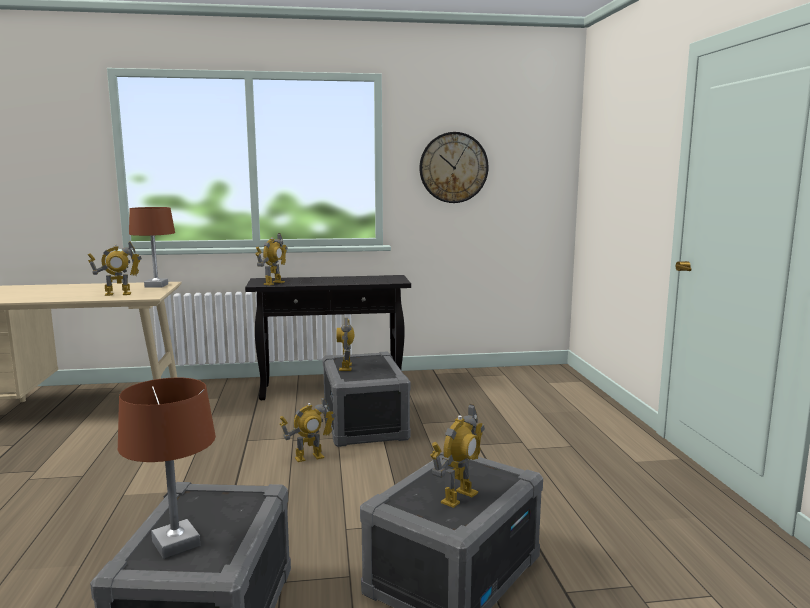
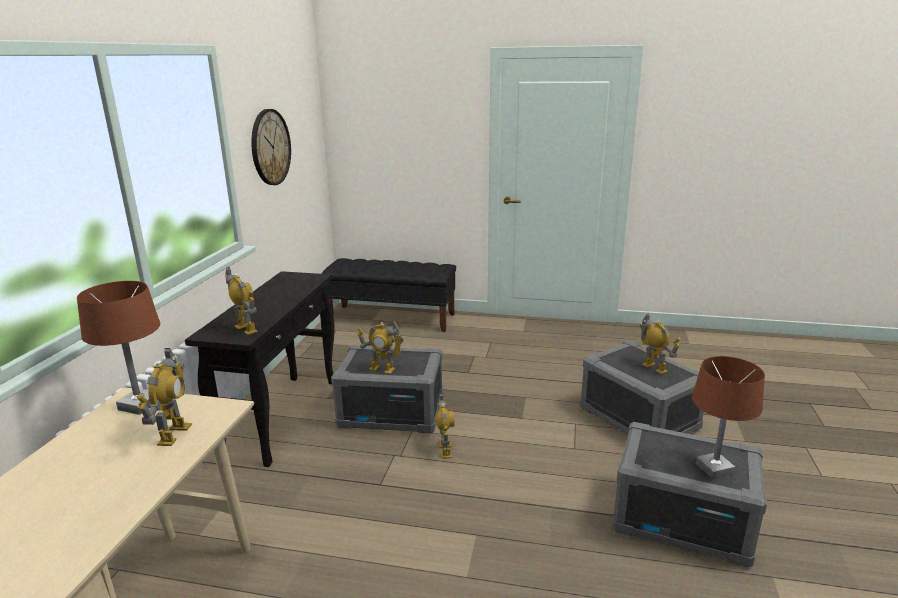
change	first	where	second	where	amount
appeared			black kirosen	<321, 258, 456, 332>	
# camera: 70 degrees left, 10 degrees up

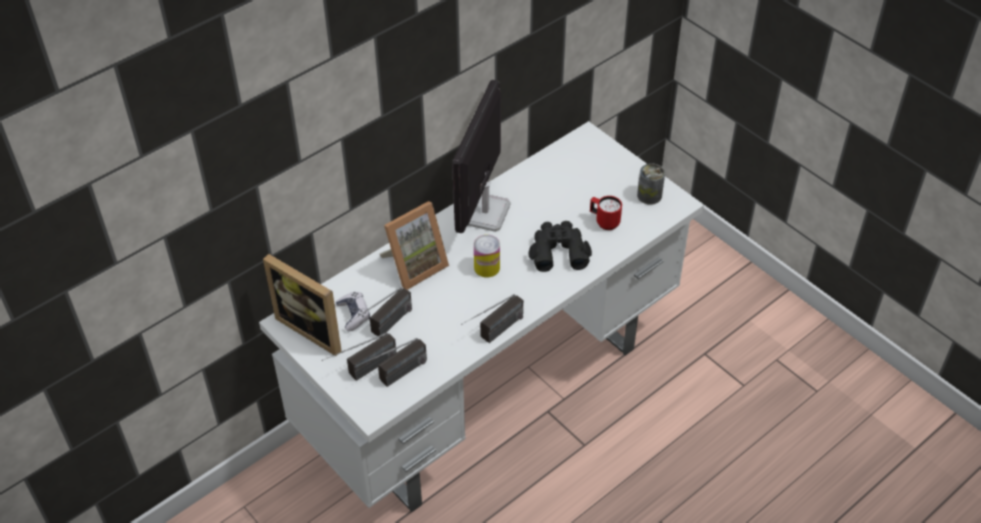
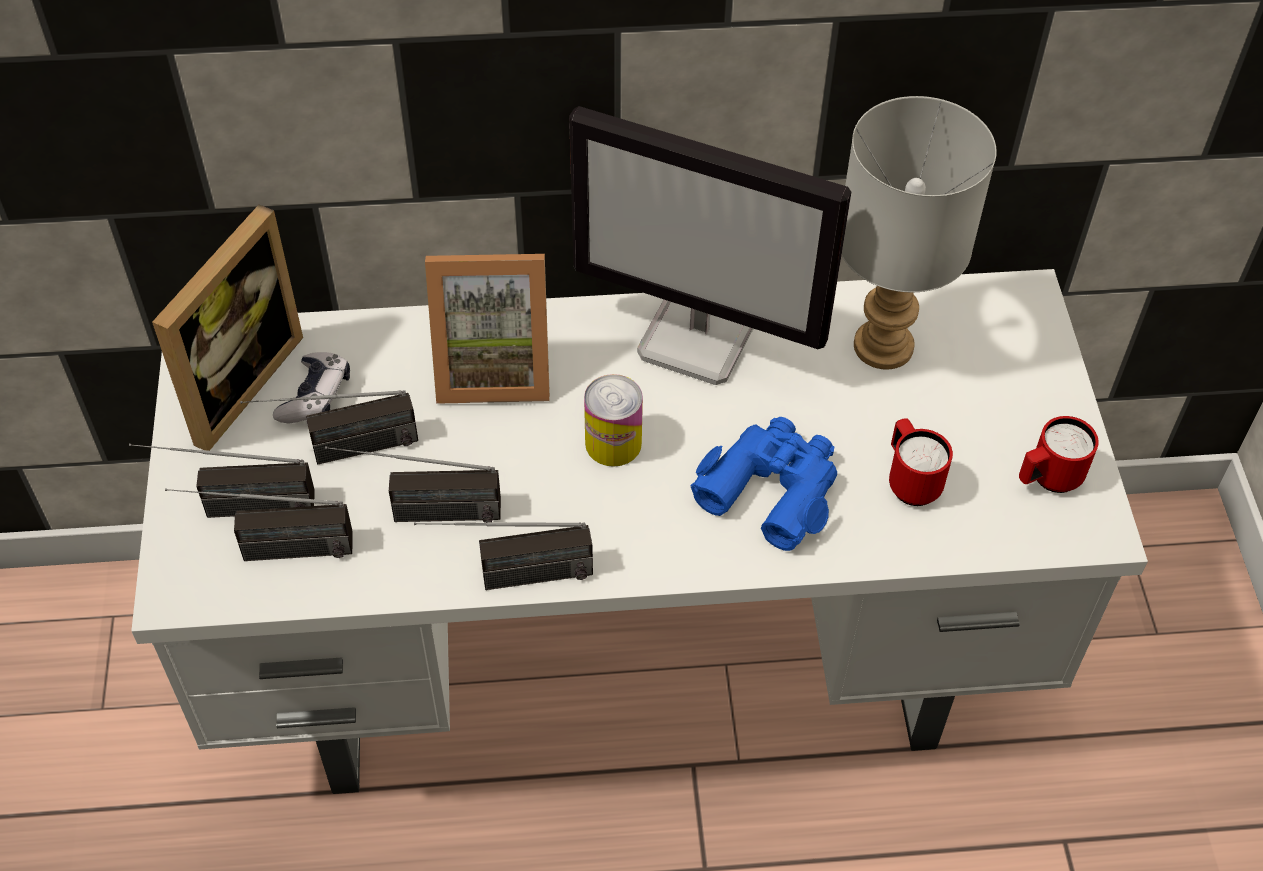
change	first	where	second	where	amount
appeared			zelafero	<325, 446, 501, 523>	
appeared			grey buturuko	<841, 96, 997, 370>	
exchanged	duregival	<637, 163, 665, 205>	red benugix	<1019, 416, 1099, 493>	
colour	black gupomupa	<528, 221, 592, 272>	blue gupomupa	<690, 417, 837, 551>	
spun	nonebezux	<263, 254, 342, 356>		<152, 205, 303, 451>	135 degrees counterclockwise
spun	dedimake	<452, 80, 511, 233>		<569, 106, 851, 385>	120 degrees counterclockwise
# camera: 35 degrees right, 5 degrees up

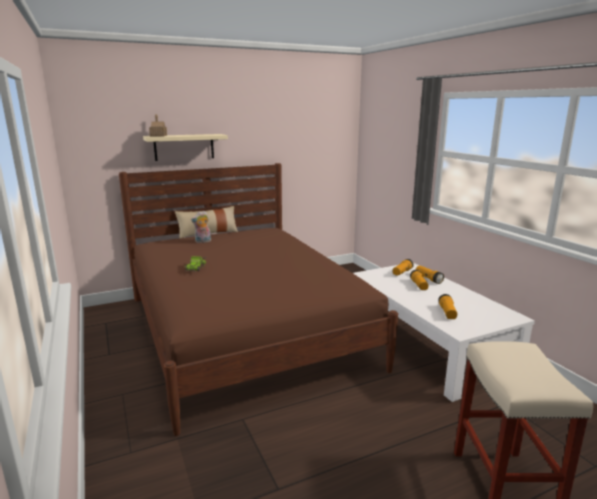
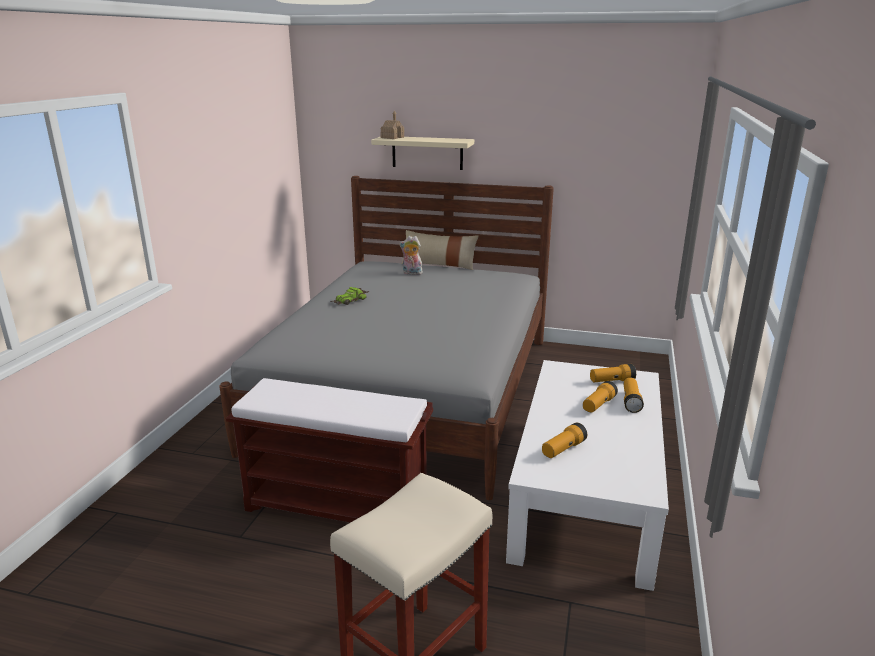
change	first	where	second	where	amount
appeared			brown kirosen	<226, 378, 433, 523>	
colour	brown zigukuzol	<119, 163, 398, 436>	grey zigukuzol	<219, 176, 554, 500>	
# camera: 40 degrees right, 5 degrees up

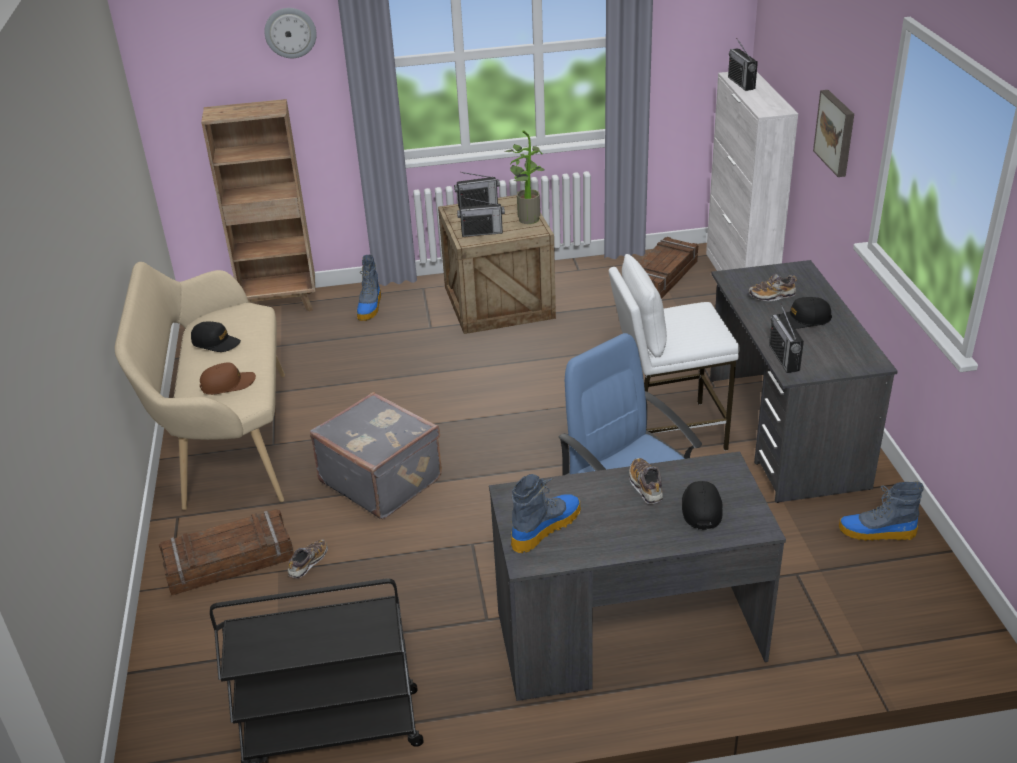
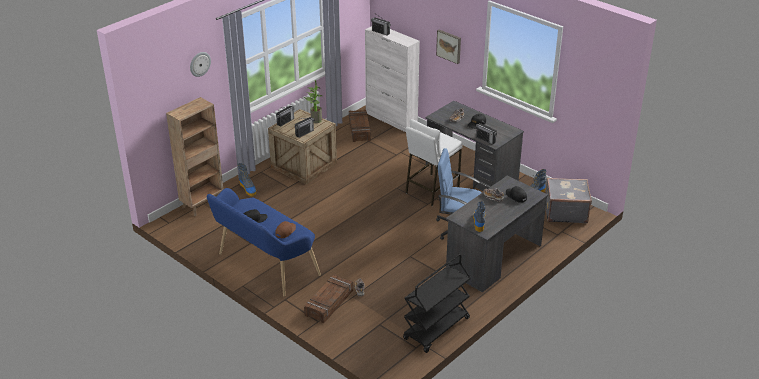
change	first	where	second	where	amount
relocated	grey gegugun	<310, 392, 442, 519>		<546, 178, 592, 223>	
colour	beige kirosen	<115, 262, 285, 510>	blue kirosen	<207, 188, 321, 296>	
# camera: 40 degrees left, 0 degrees up

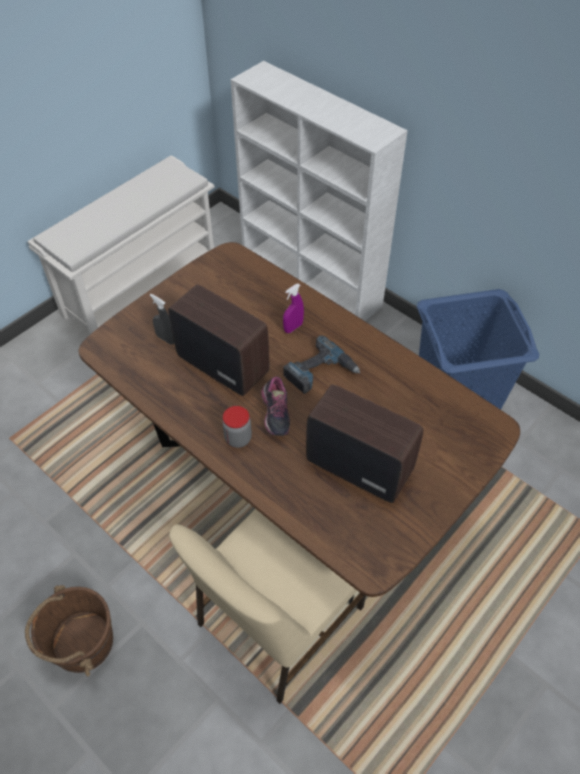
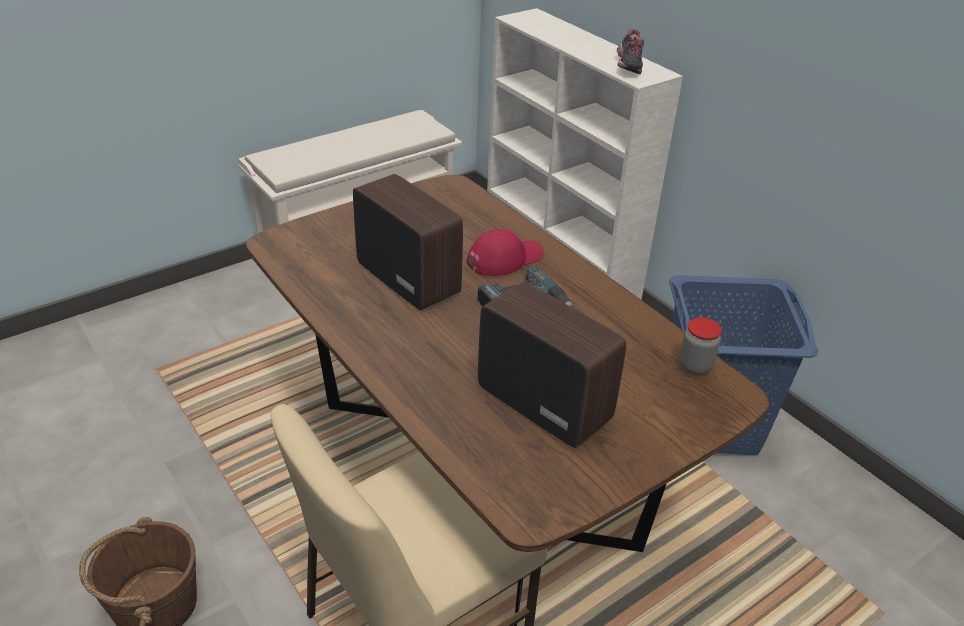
change	first	where	second	where	amount
missing	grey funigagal	<150, 294, 174, 345>			
relocated	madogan	<222, 406, 252, 448>		<679, 317, 722, 374>	
relocated	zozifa	<261, 376, 290, 436>		<617, 29, 644, 74>	
exchanged	purple funigagal	<283, 284, 304, 333>	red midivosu	<467, 229, 544, 276>	
# camera: 10 degrees right, 15 degrees down

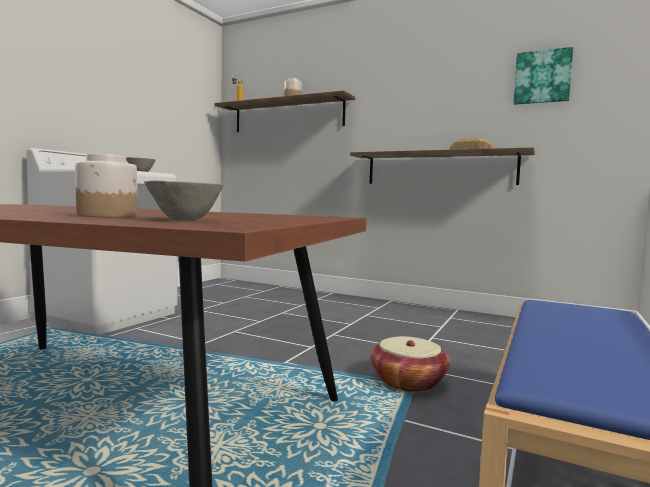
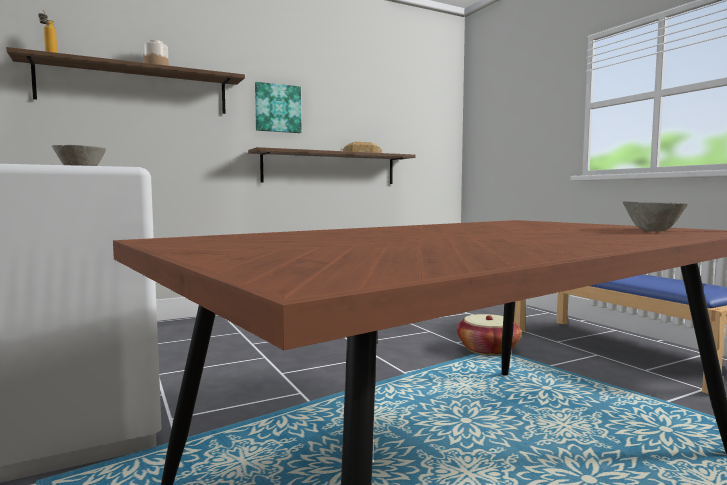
change	first	where	second	where	amount
missing	madogan	<75, 154, 137, 217>			
relocated	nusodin	<514, 47, 573, 105>		<255, 82, 301, 133>	
# camera: 55 degrees left, 0 degrees up

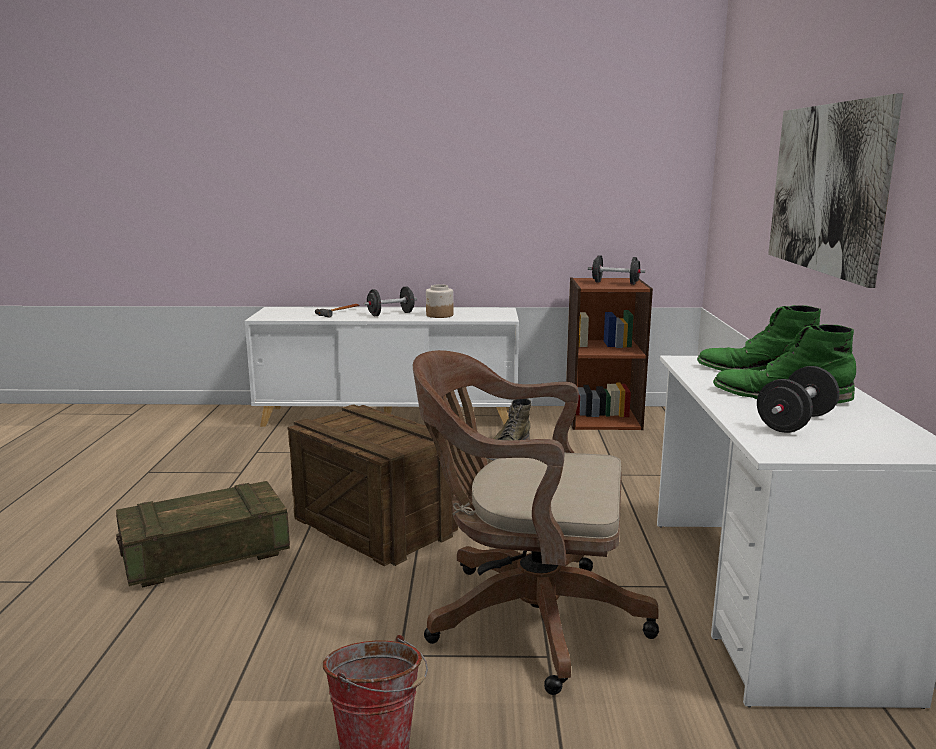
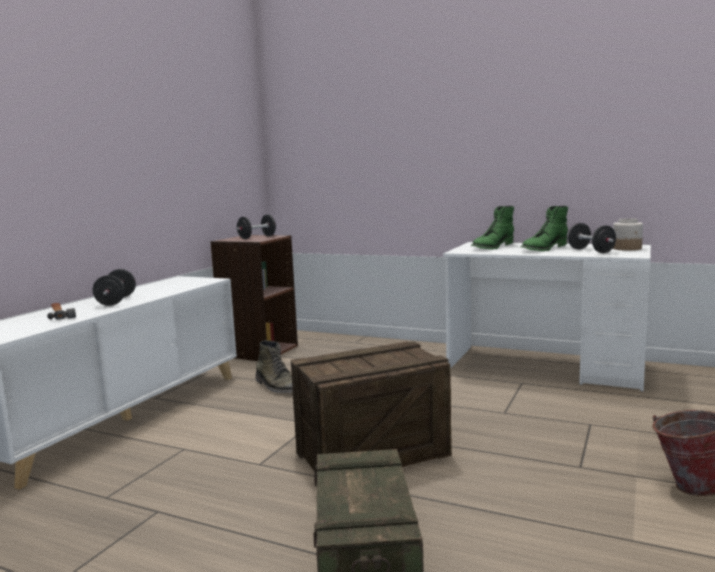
change	first	where	second	where	amount
missing	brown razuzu	<413, 350, 659, 695>			
missing	nusodin	<768, 93, 903, 288>			
relocated	madogan	<426, 284, 453, 318>		<613, 218, 643, 251>	
# camera: 65 degrees left, 5 degrees down

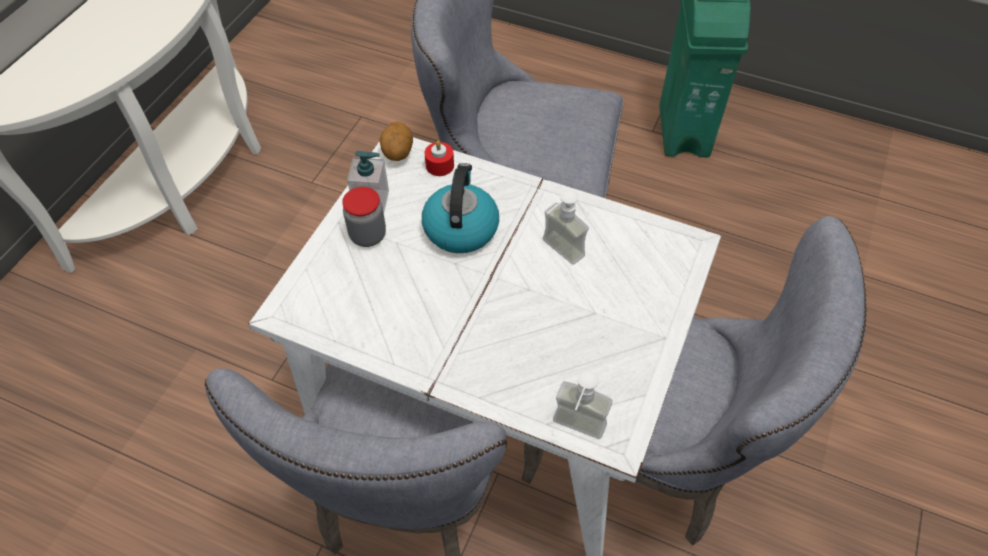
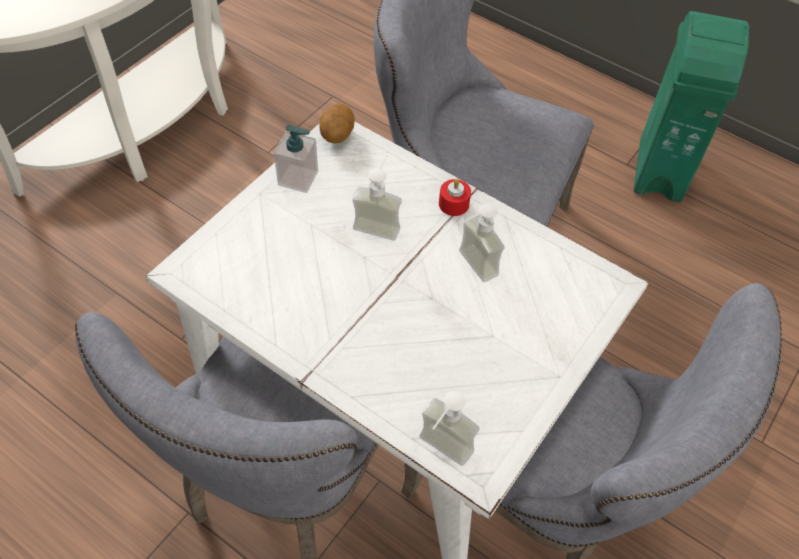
change	first	where	second	where	amount
missing	madogan	<342, 187, 386, 247>			
relocated	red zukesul	<425, 141, 454, 176>		<439, 179, 471, 216>	
exchanged	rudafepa	<422, 163, 499, 253>	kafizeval	<352, 154, 402, 241>	
# camera: 10 degrees right, 0 degrees up

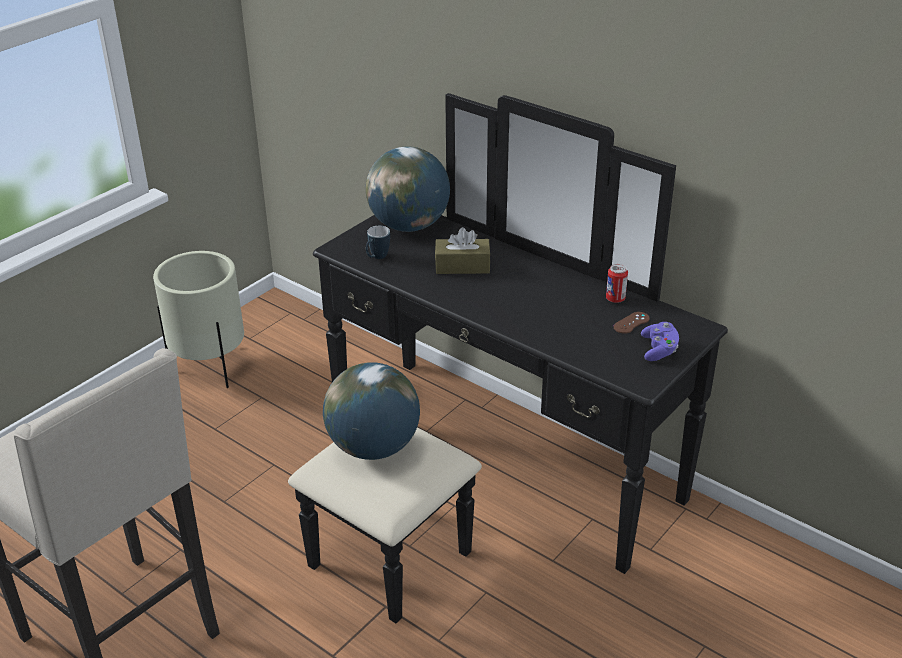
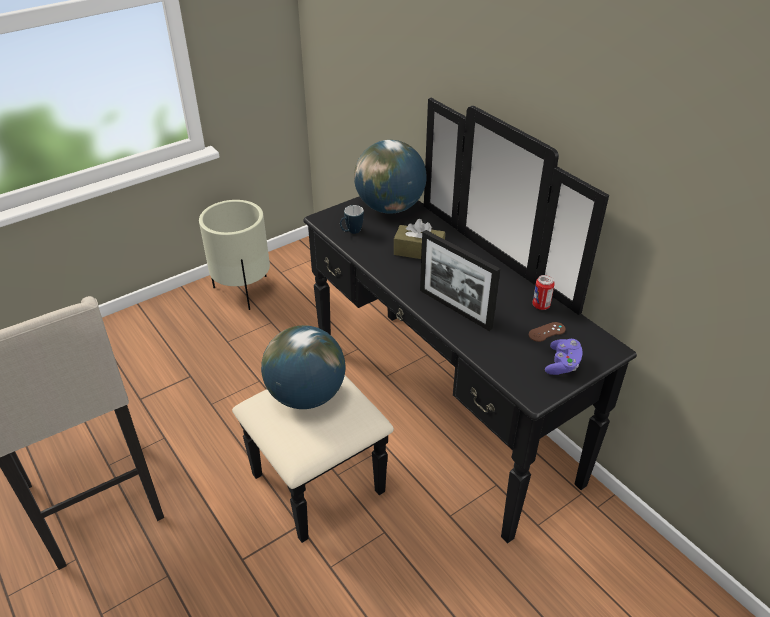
change	first	where	second	where	amount
appeared			nonebezux	<420, 230, 500, 331>	
# camera: 15 degrees right, 5 degrees up

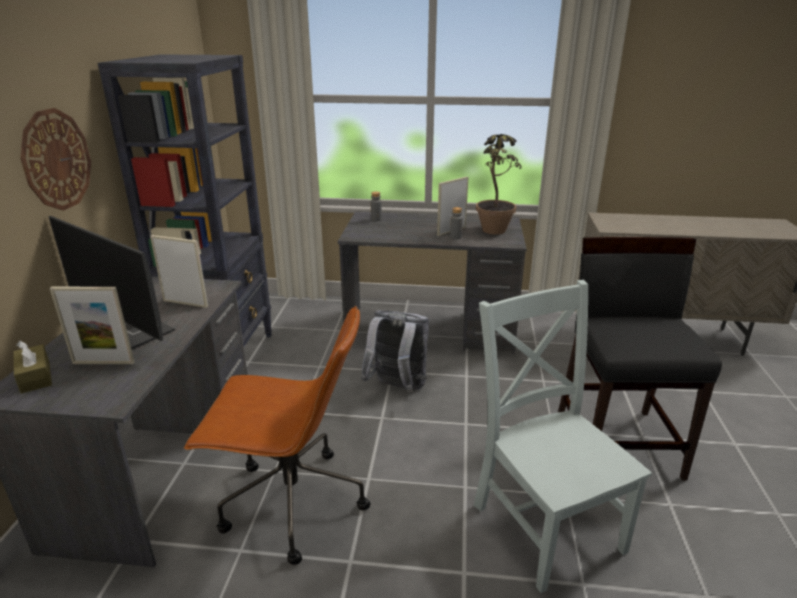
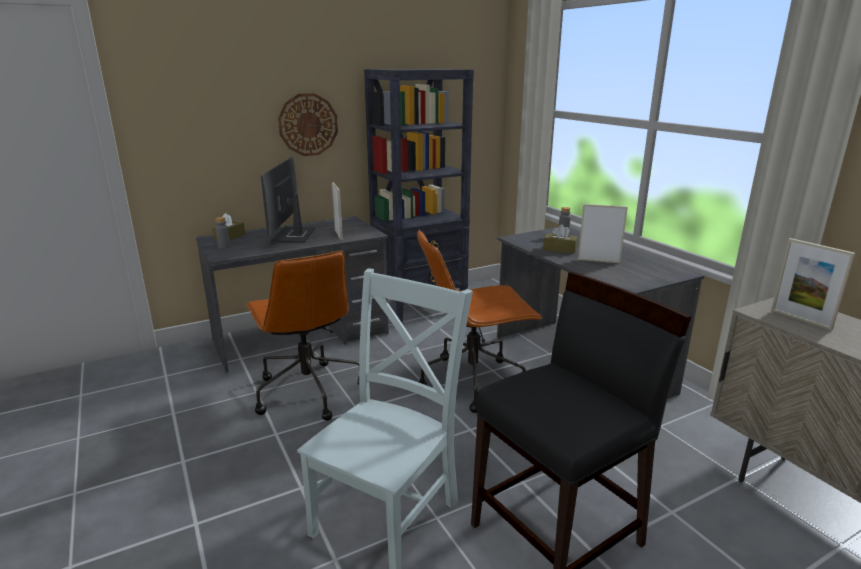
change	first	where	second	where	amount
missing	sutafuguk	<476, 134, 522, 234>			
appeared			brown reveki	<543, 224, 578, 254>	
relocated	nonebezux	<50, 287, 134, 364>		<771, 238, 855, 330>	
relocated	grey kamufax	<450, 207, 463, 240>		<215, 217, 230, 249>	
exchanged	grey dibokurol	<361, 311, 429, 392>	brown razuzu	<417, 230, 543, 413>	
# camera: 55 degrees right, 5 degrees down

